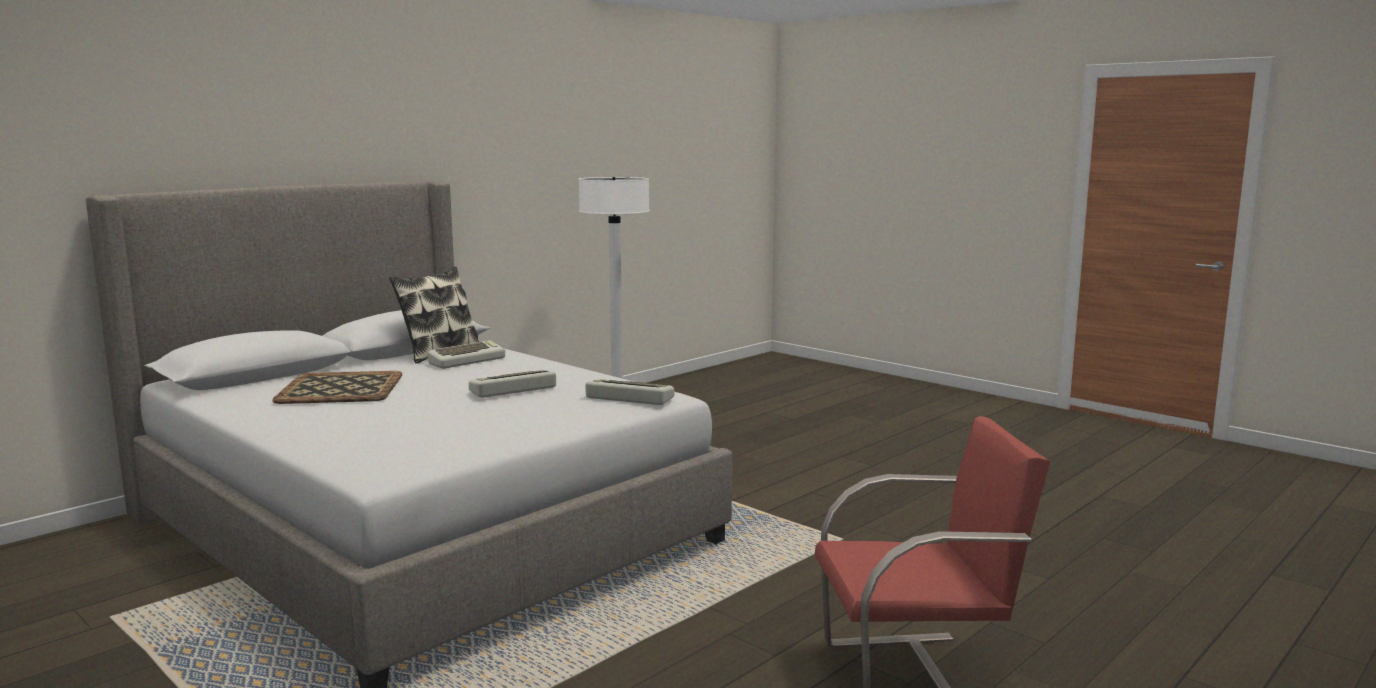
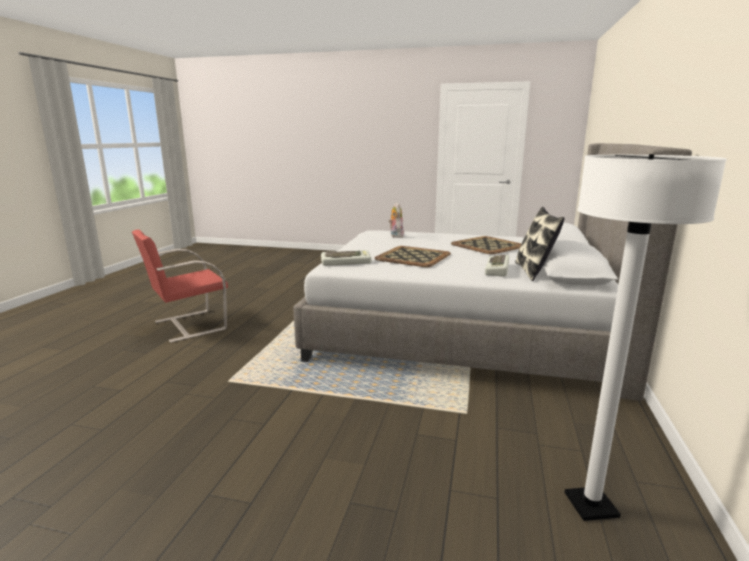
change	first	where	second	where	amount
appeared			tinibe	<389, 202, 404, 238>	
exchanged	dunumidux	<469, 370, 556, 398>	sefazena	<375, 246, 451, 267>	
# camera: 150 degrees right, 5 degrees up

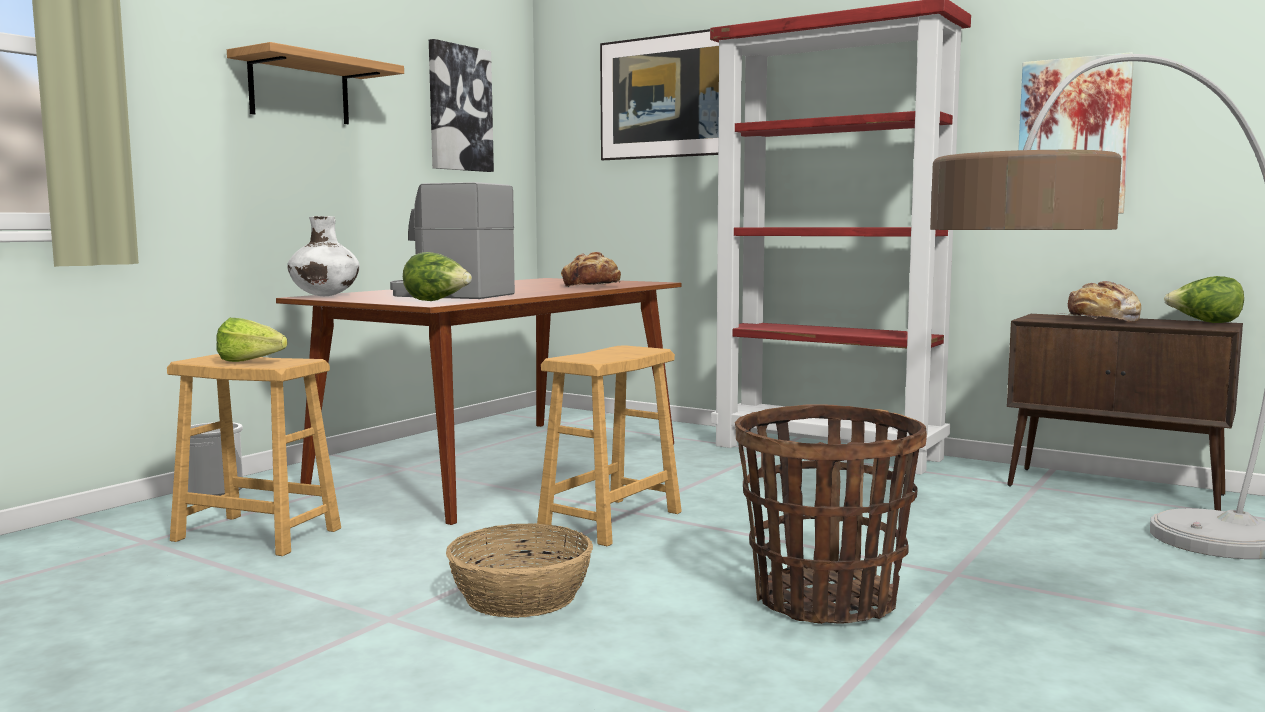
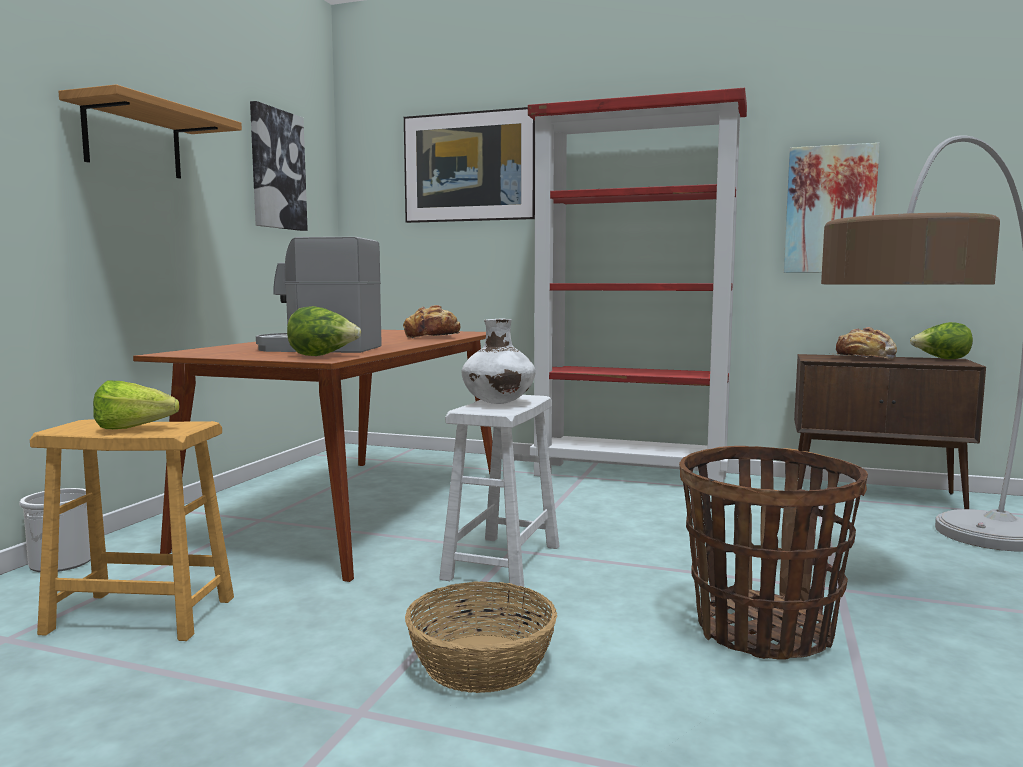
change	first	where	second	where	amount
relocated	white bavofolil	<287, 216, 360, 296>		<462, 318, 535, 404>	
colour	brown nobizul	<537, 345, 682, 546>	white nobizul	<439, 395, 559, 589>	
# camera: 15 degrees left, 0 degrees up

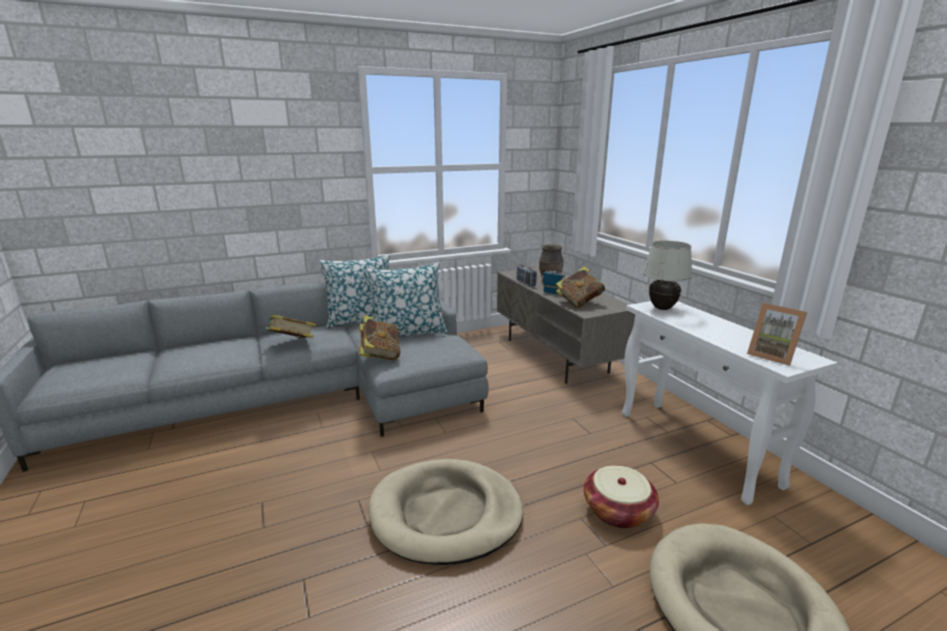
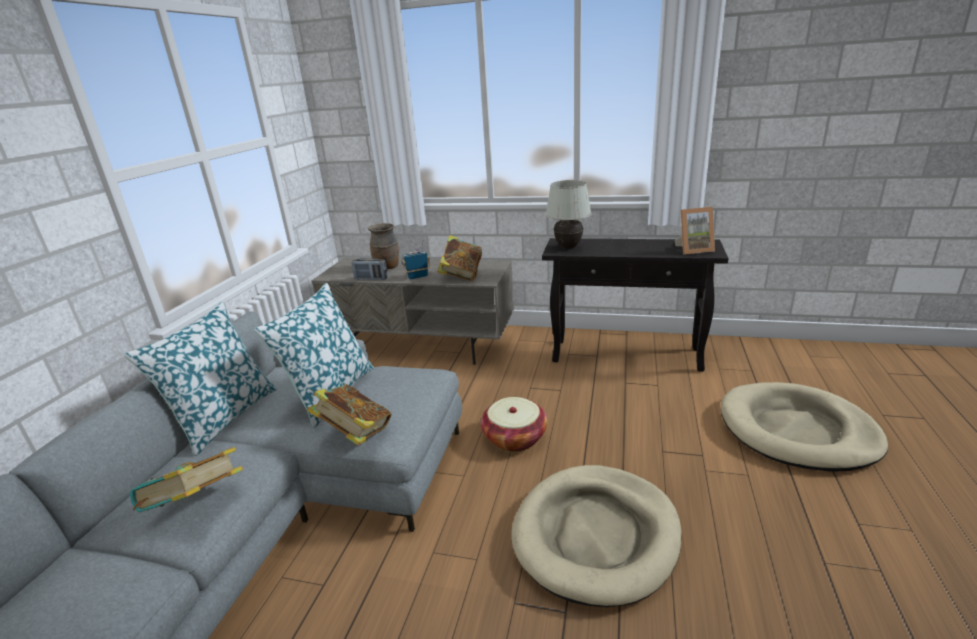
change	first	where	second	where	amount
relocated	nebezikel	<584, 466, 659, 529>		<481, 397, 547, 452>	
colour	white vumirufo	<622, 301, 837, 505>	black vumirufo	<542, 238, 729, 372>	
# camera: 50 degrees left, 5 degrees up

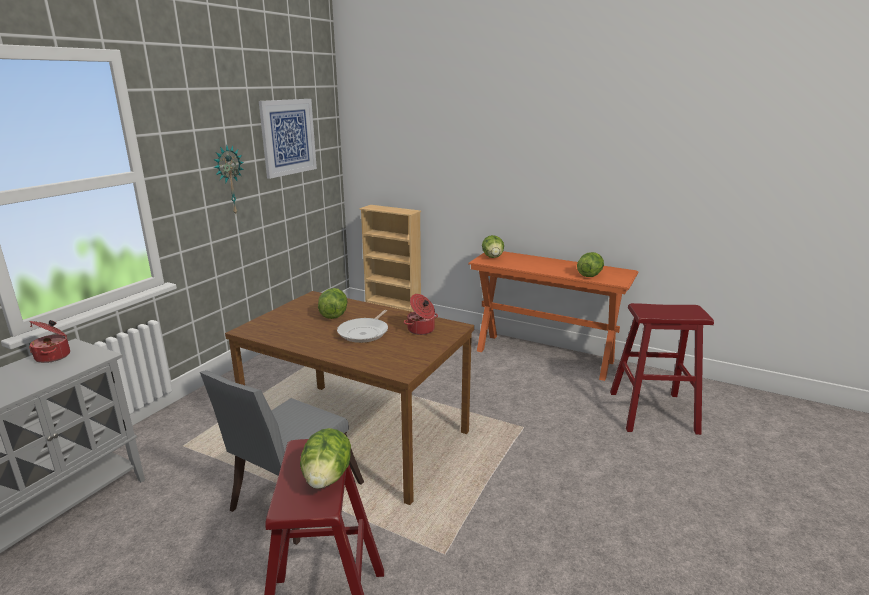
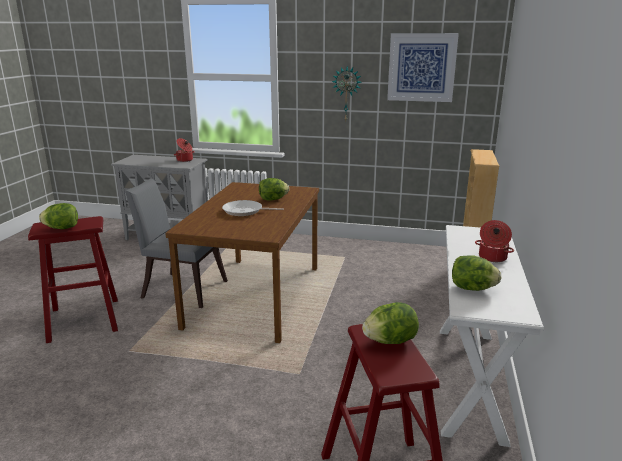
change	first	where	second	where	amount
relocated	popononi	<404, 294, 438, 335>		<475, 220, 514, 262>	
relocated	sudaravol	<482, 235, 504, 258>		<362, 302, 419, 344>	
colour	orange vumirufo	<468, 251, 638, 381>	white vumirufo	<440, 225, 544, 447>	
# camera: 75 degrees right, 0 degrees up

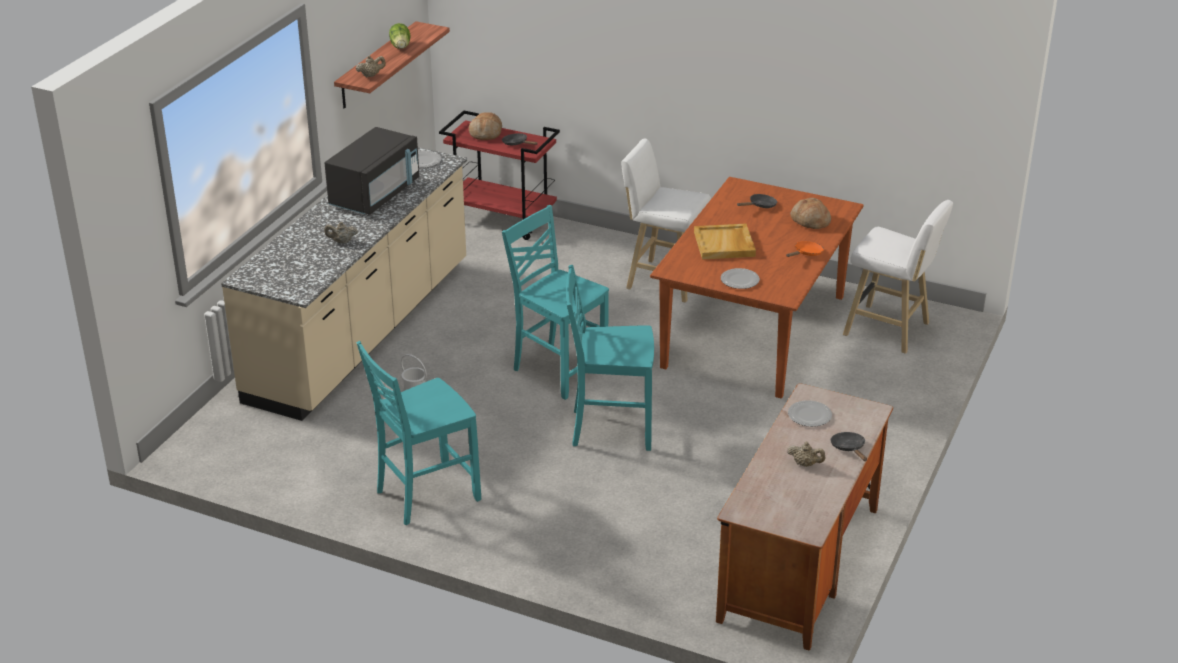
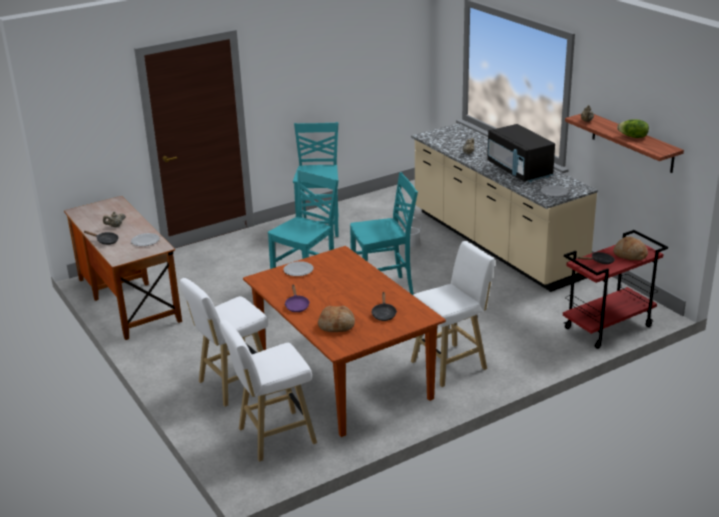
change	first	where	second	where	amount
missing	beige sefazena	<694, 224, 756, 260>			
appeared			white nobizul	<180, 278, 268, 407>	
colour	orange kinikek	<786, 241, 824, 257>	purple kinikek	<285, 285, 309, 312>	
# camera: 125 degrees right, 5 degrees down

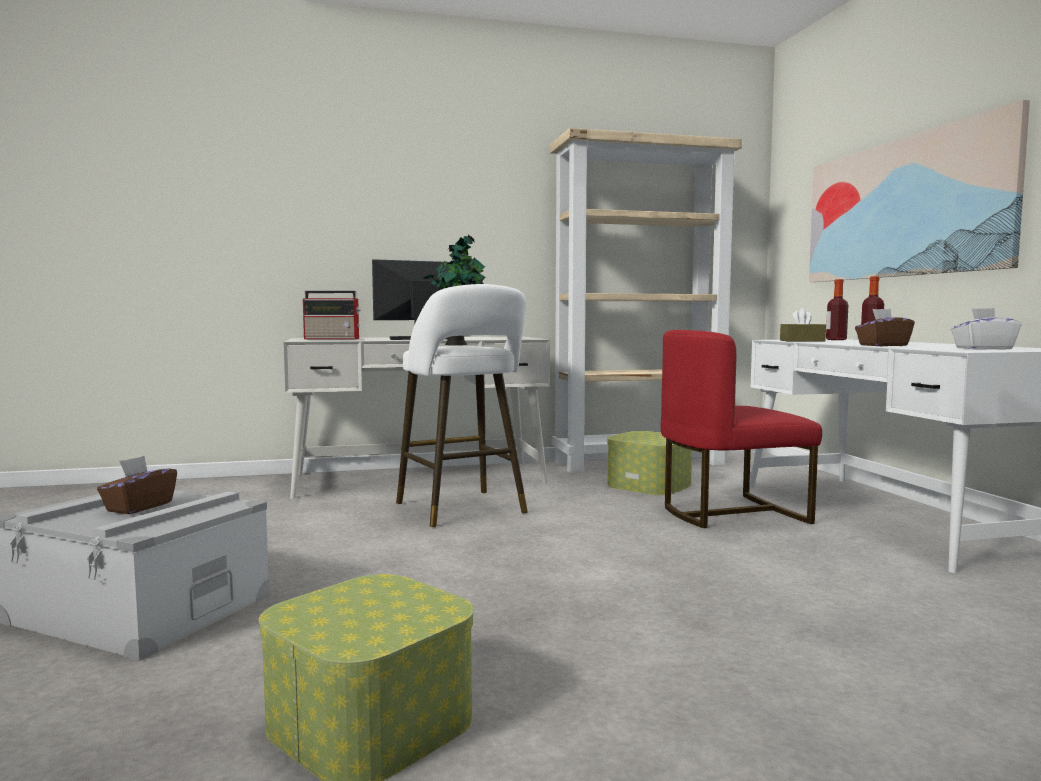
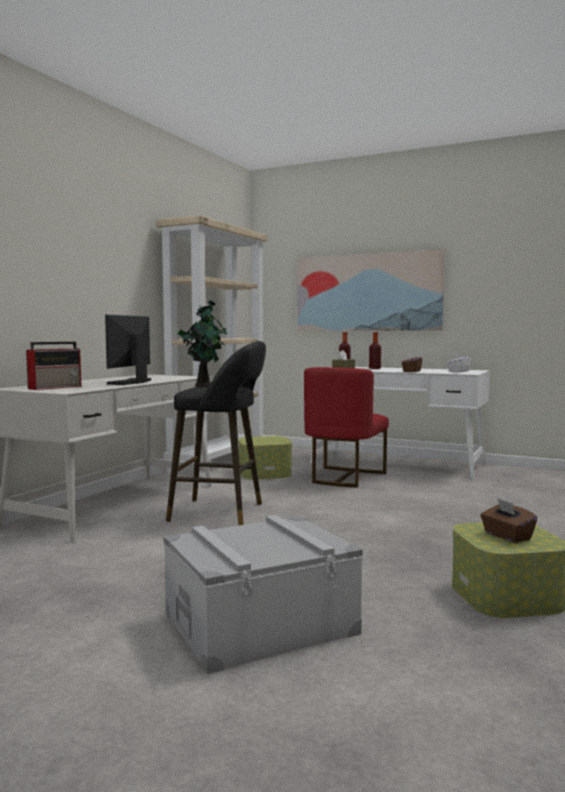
change	first	where	second	where	amount
relocated	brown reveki	<97, 456, 177, 514>		<480, 499, 537, 543>	
colour	white nobizul	<396, 284, 528, 527>	black nobizul	<166, 341, 266, 526>	
# camera: 50 degrees left, 0 degrees up

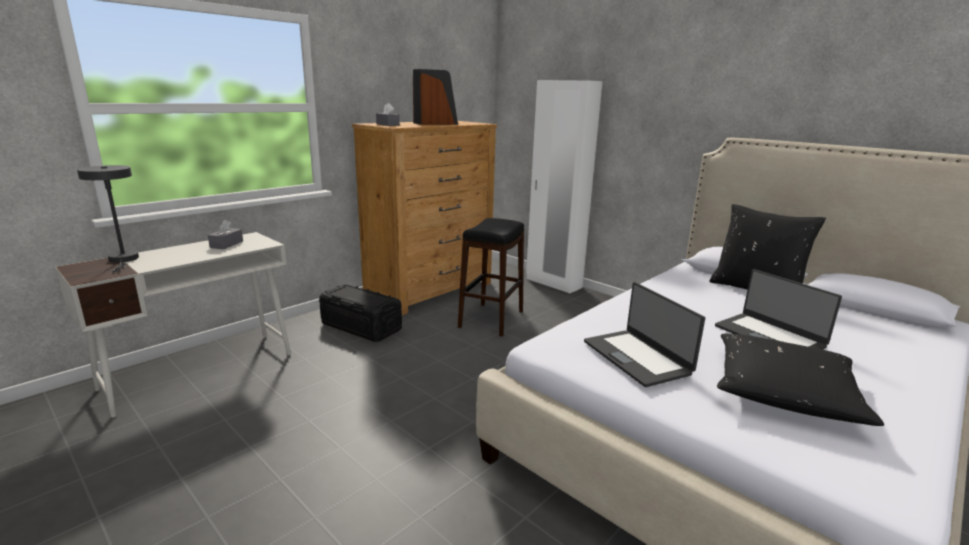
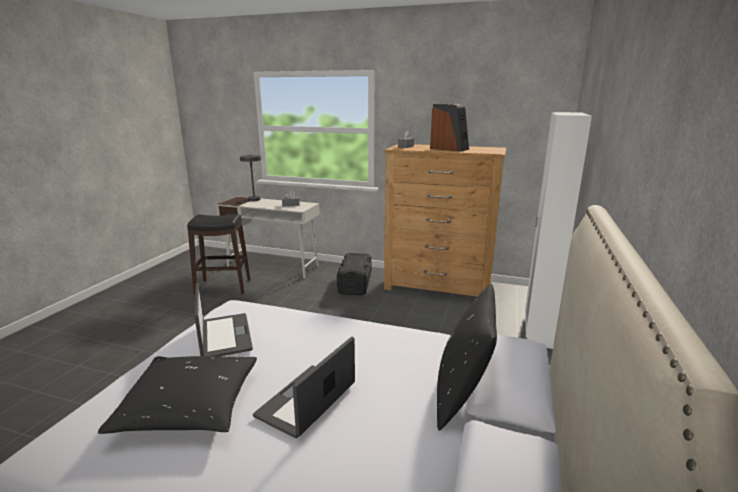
change	first	where	second	where	amount
relocated	black nobizul	<458, 218, 524, 337>		<187, 214, 251, 295>	
spun	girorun	<584, 282, 705, 387>		<194, 283, 253, 356>	120 degrees clockwise
# camera: 65 degrees right, 0 degrees up

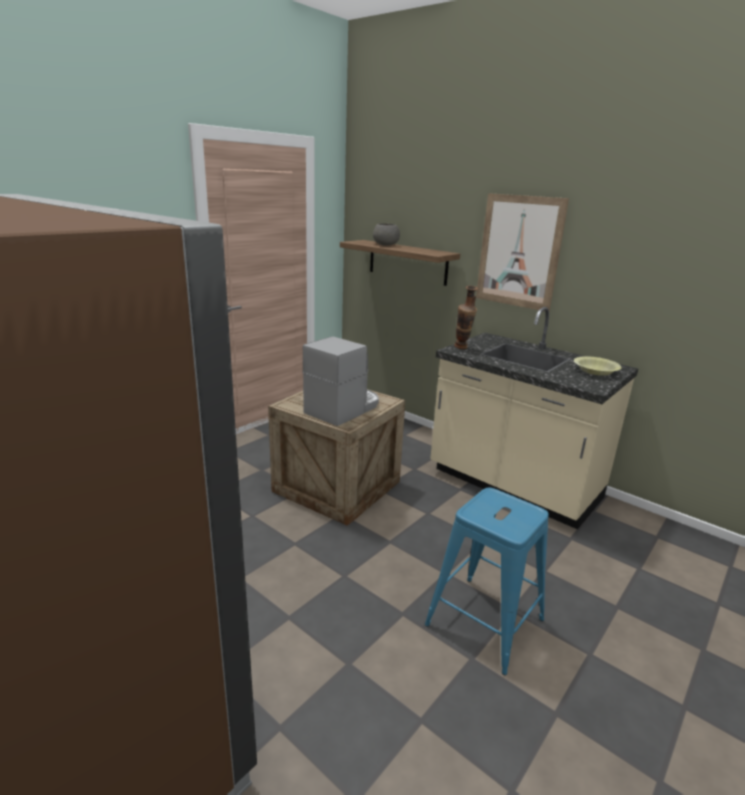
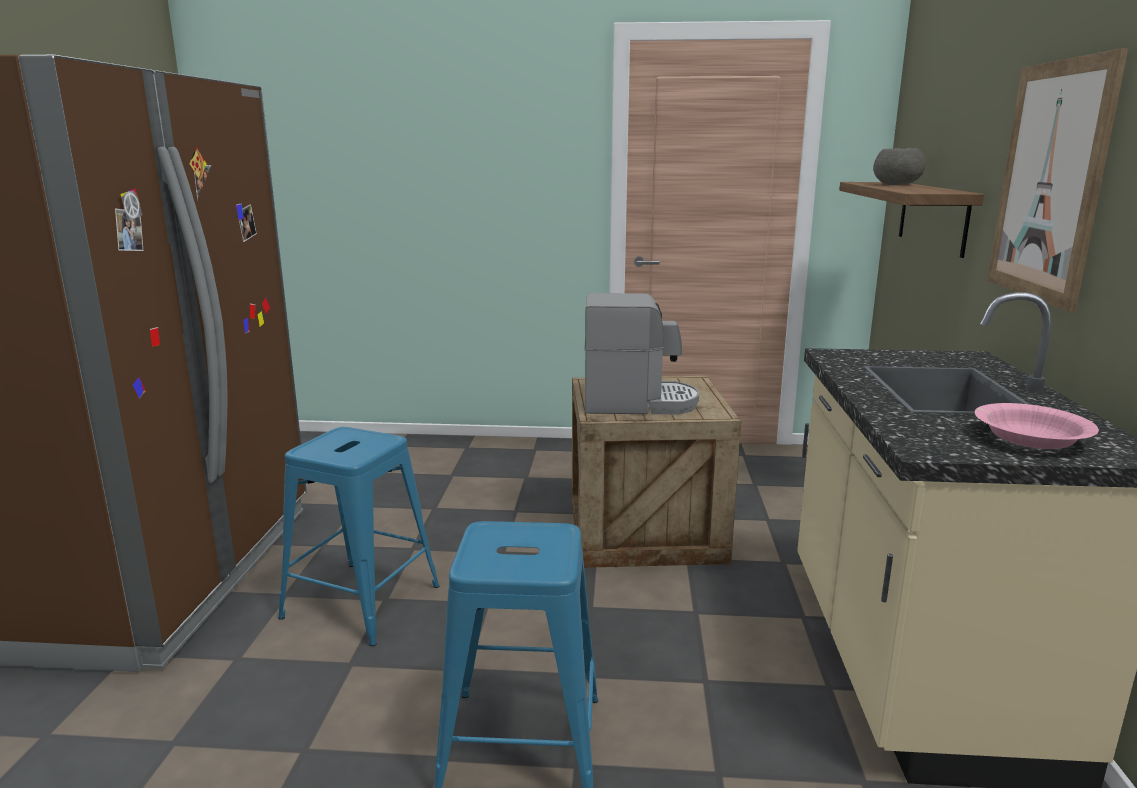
change	first	where	second	where	amount
missing	bavofolil	<454, 286, 478, 349>			
appeared			blue nobizul	<278, 427, 440, 646>	
colour	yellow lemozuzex	<574, 356, 622, 376>	pink lemozuzex	<975, 403, 1099, 449>	
# camera: 55 degrees right, 5 degrees down

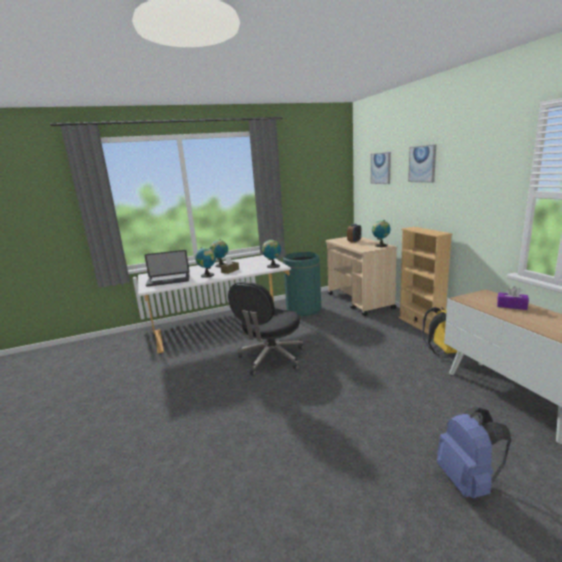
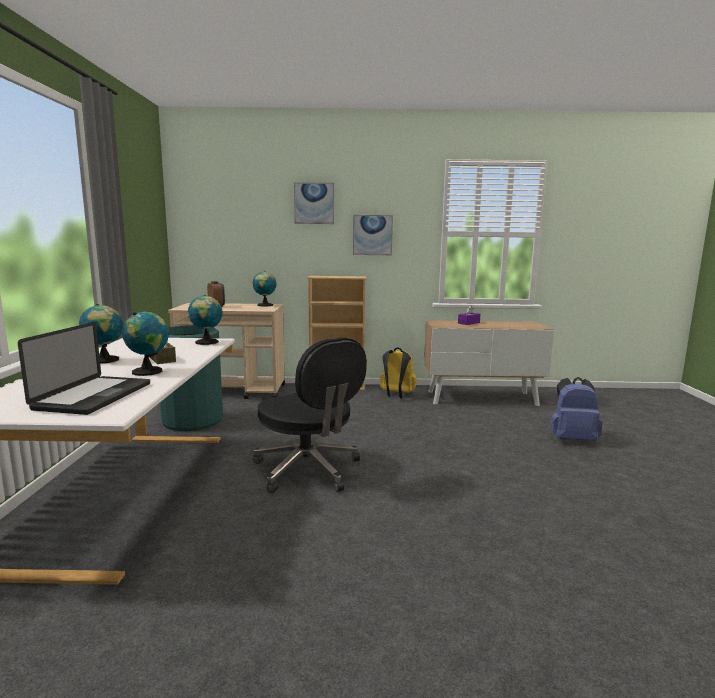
change	first	where	second	where	amount
relocated	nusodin	<371, 152, 391, 184>		<353, 215, 393, 255>	
# camera: 70 degrees left, 5 degrees down

